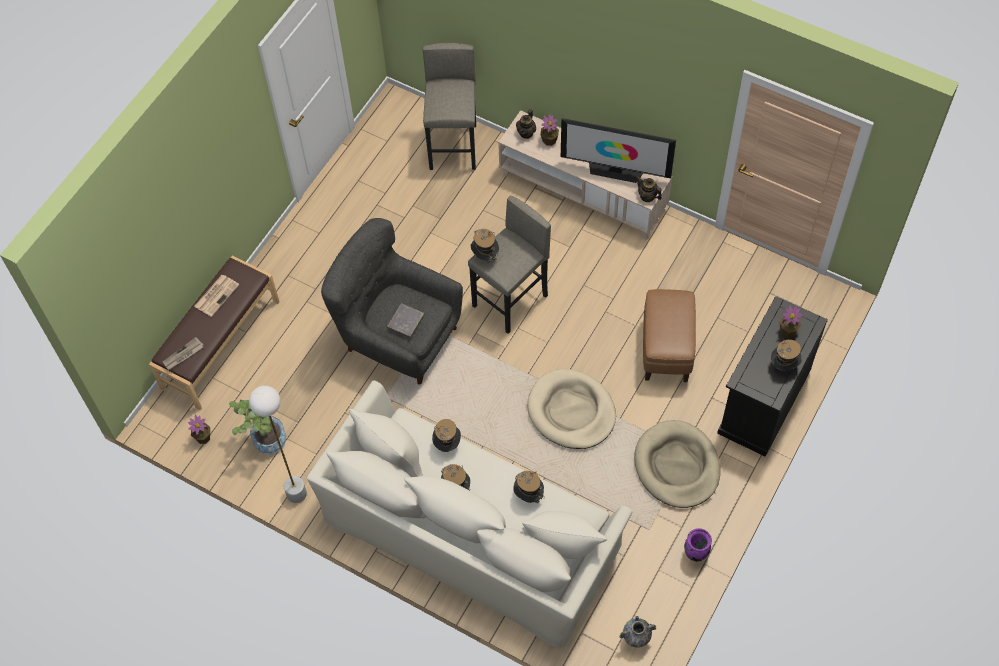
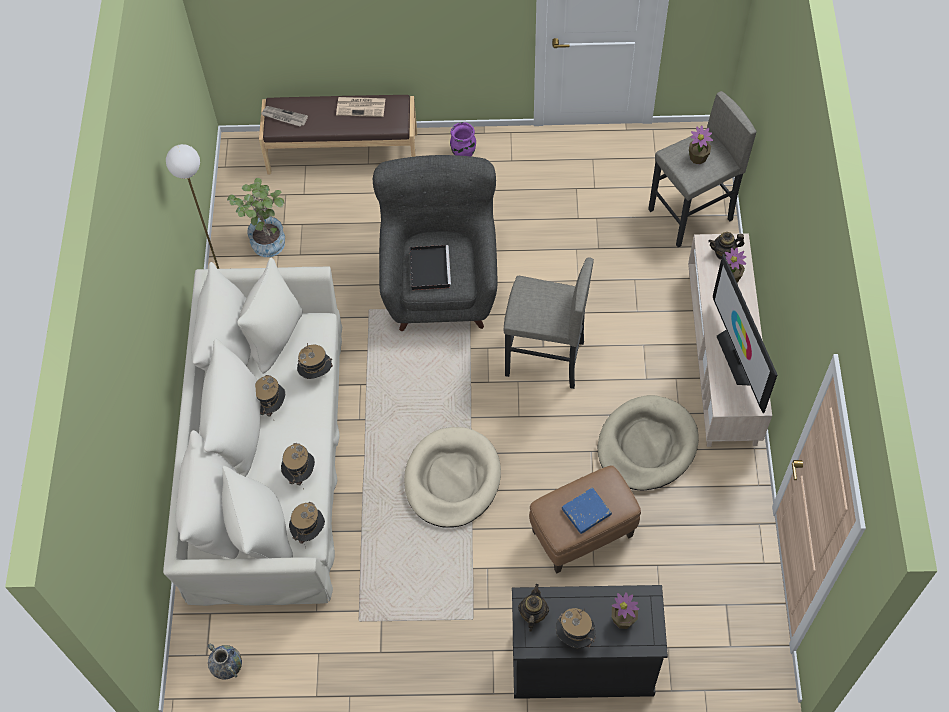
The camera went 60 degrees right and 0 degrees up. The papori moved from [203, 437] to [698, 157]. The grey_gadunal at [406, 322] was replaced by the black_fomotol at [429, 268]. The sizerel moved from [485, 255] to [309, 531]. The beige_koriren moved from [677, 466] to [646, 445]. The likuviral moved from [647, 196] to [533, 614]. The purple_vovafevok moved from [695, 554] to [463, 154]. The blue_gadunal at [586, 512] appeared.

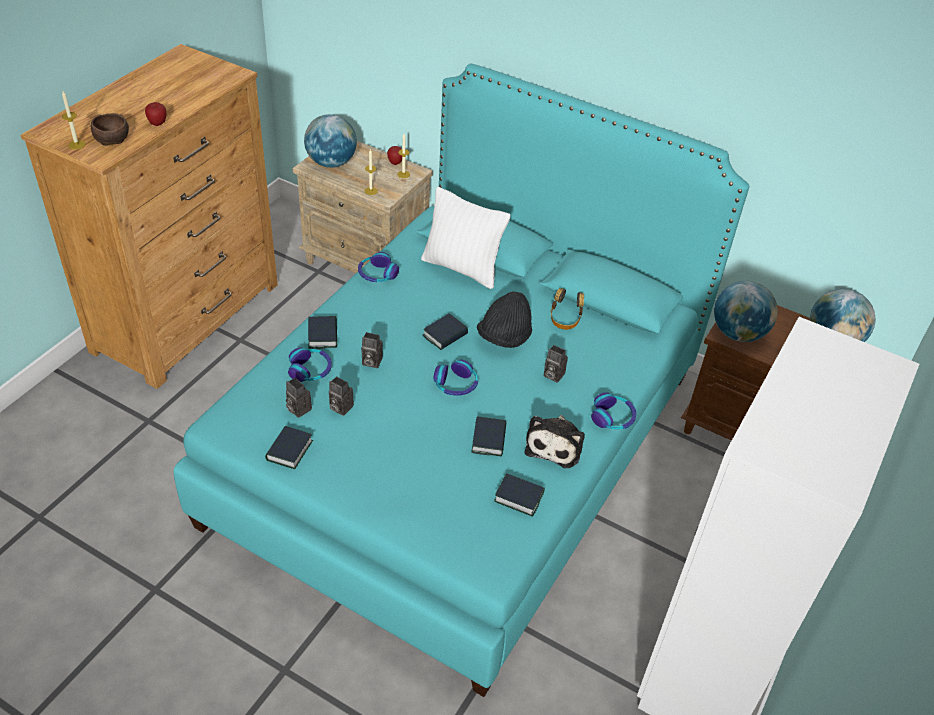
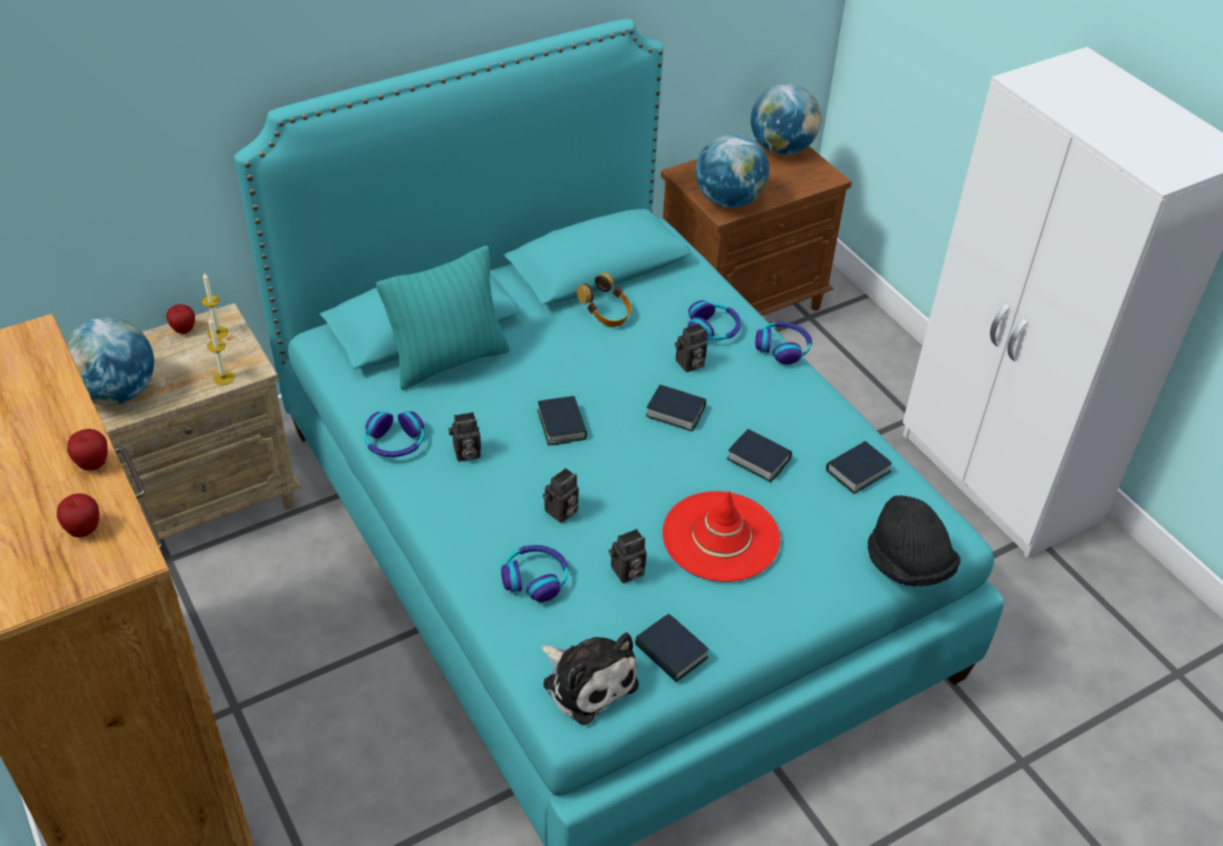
The camera went 60 degrees left and 0 degrees up. The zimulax at [76, 144] disappeared. The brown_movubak at [113, 138] was replaced by the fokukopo at [84, 530]. The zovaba moved from [297, 409] to [465, 453]. The gadunal moved from [323, 335] to [675, 412]. The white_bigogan at [462, 268] became the turquoise_bigogan at [448, 360]. The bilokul moved from [456, 384] to [713, 329]. The black_sizerel moved from [504, 337] to [908, 565]. The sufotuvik moved from [555, 445] to [587, 681]. The red_sizerel at [721, 537] appeared.

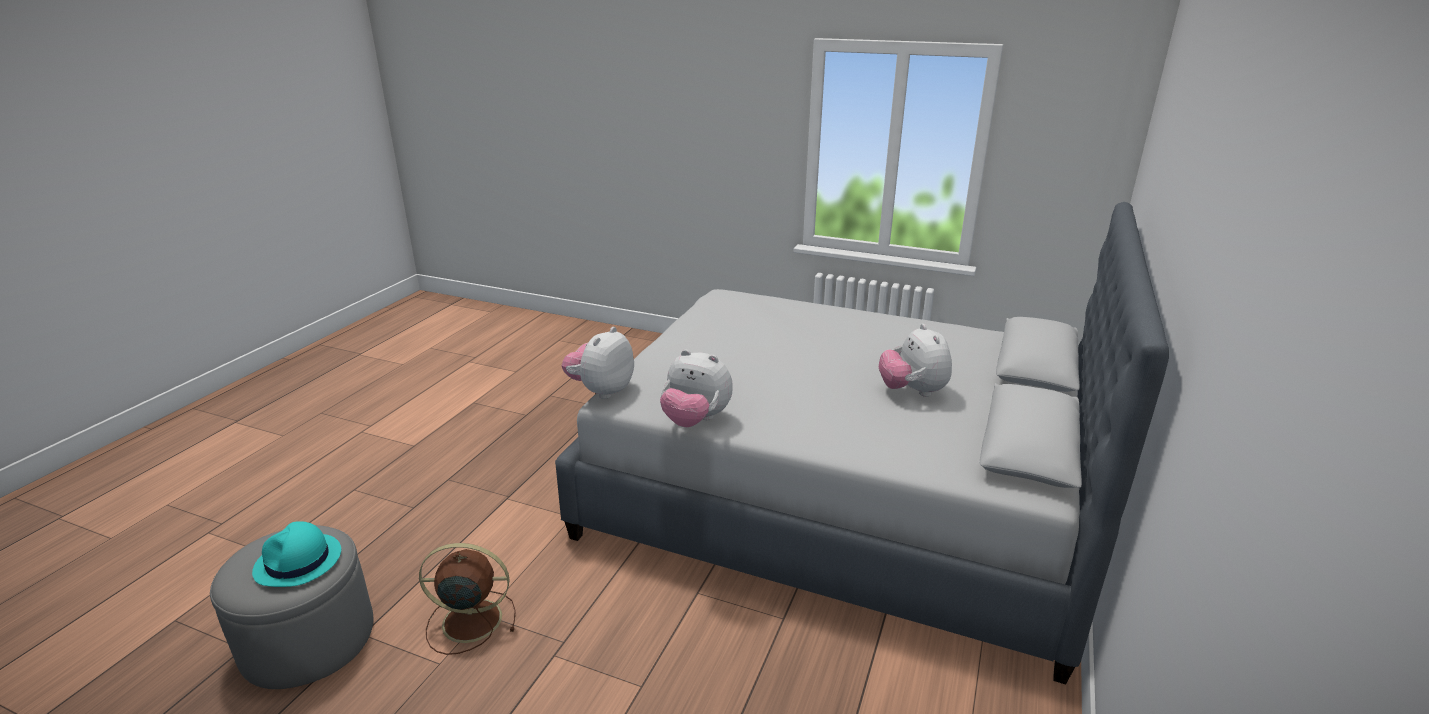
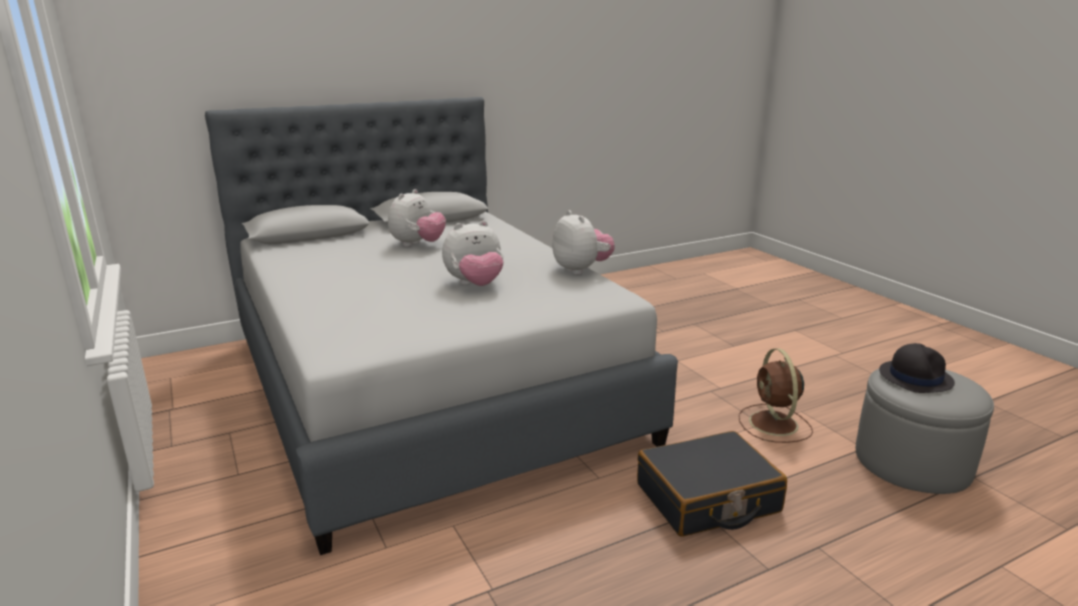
The camera went 140 degrees left and 5 degrees down. The turquoise_sizerel at [298, 562] became the black_sizerel at [915, 377]. The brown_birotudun at [469, 621] turned 45 degrees clockwise. The sufotuvik moved from [601, 391] to [475, 285]. The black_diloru at [707, 499] appeared.

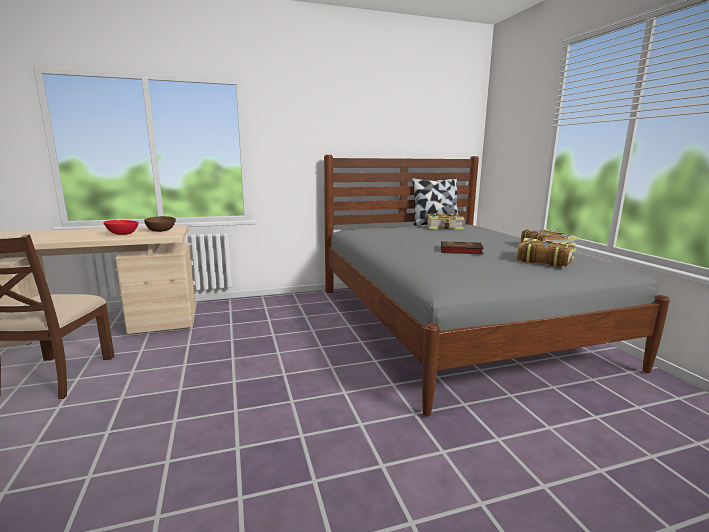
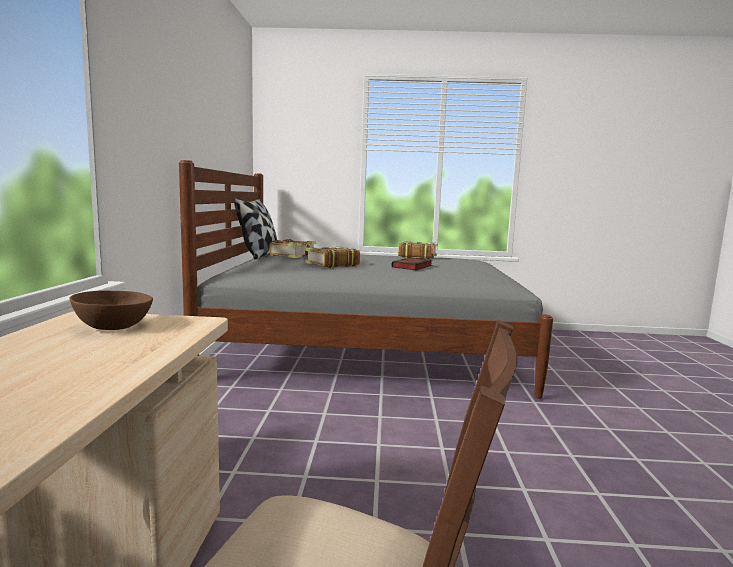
The camera went 70 degrees left and 5 degrees down. The red_movubak at [122, 234] disappeared. The gadunal moved from [543, 260] to [331, 264].

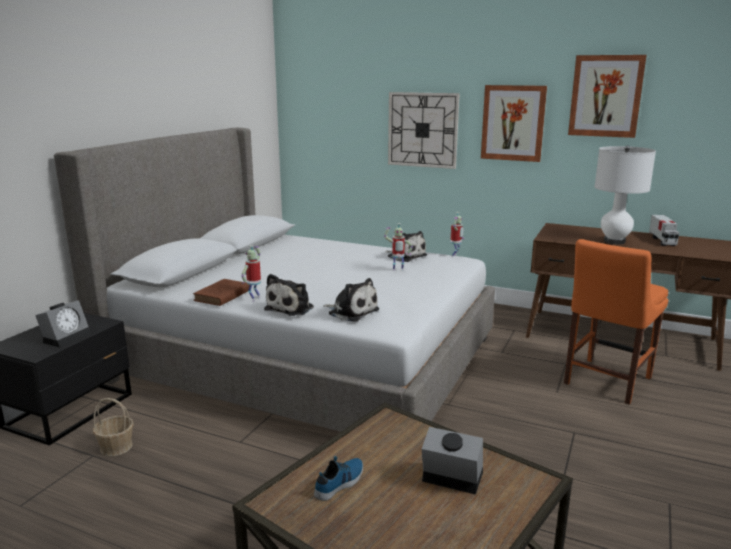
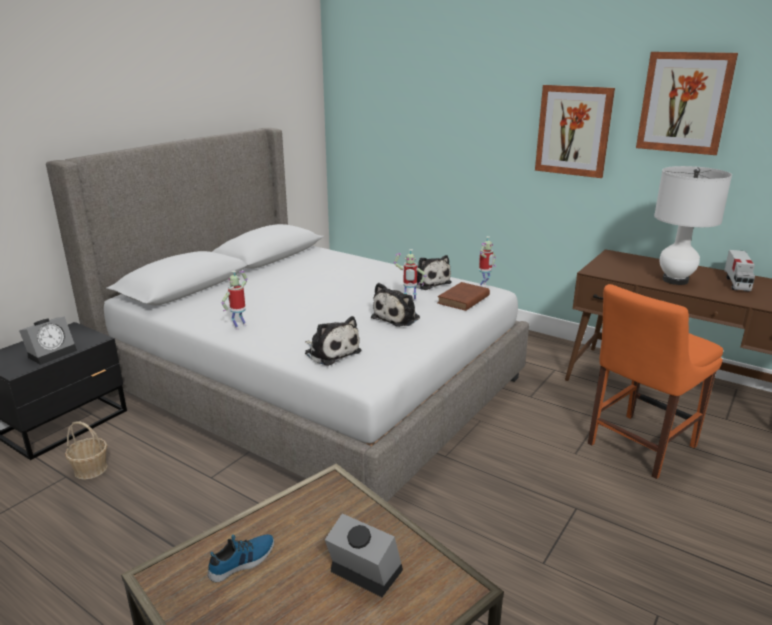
The camera went 10 degrees right and 5 degrees up. The brown_gadunal moved from [221, 296] to [462, 300]. The sufotuvik moved from [291, 308] to [398, 317]. The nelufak at [422, 130] disappeared.

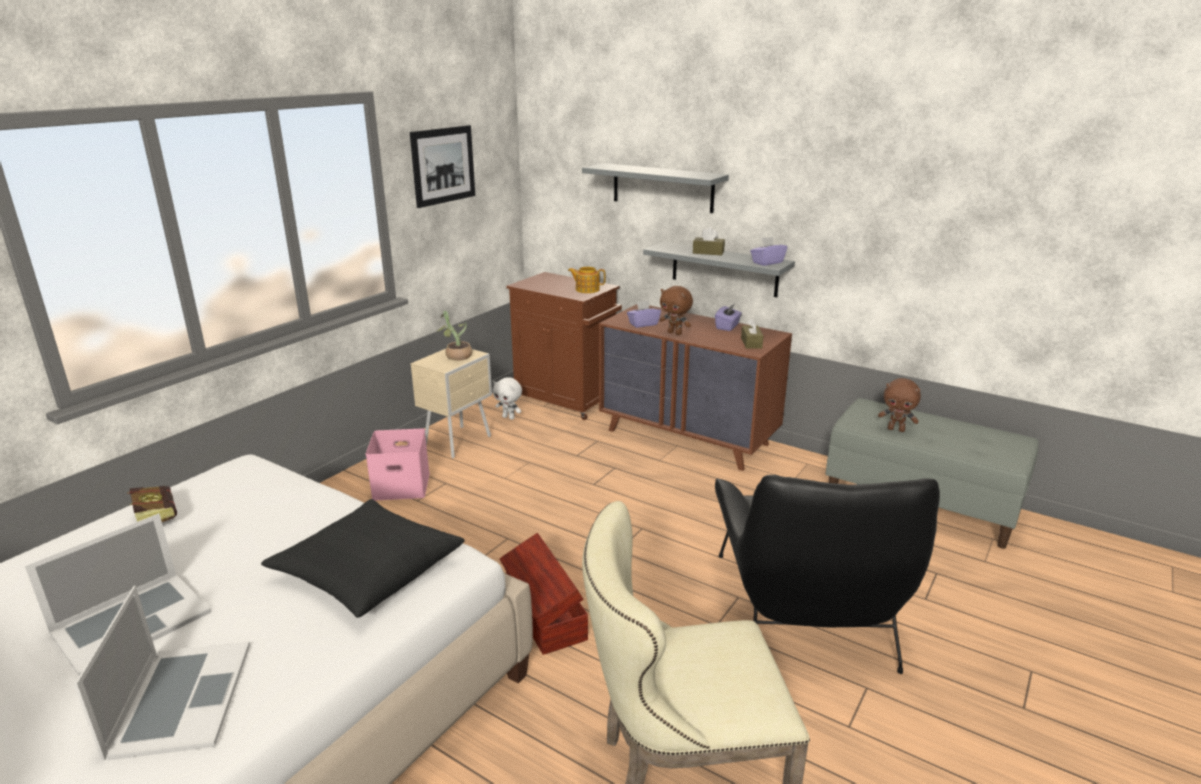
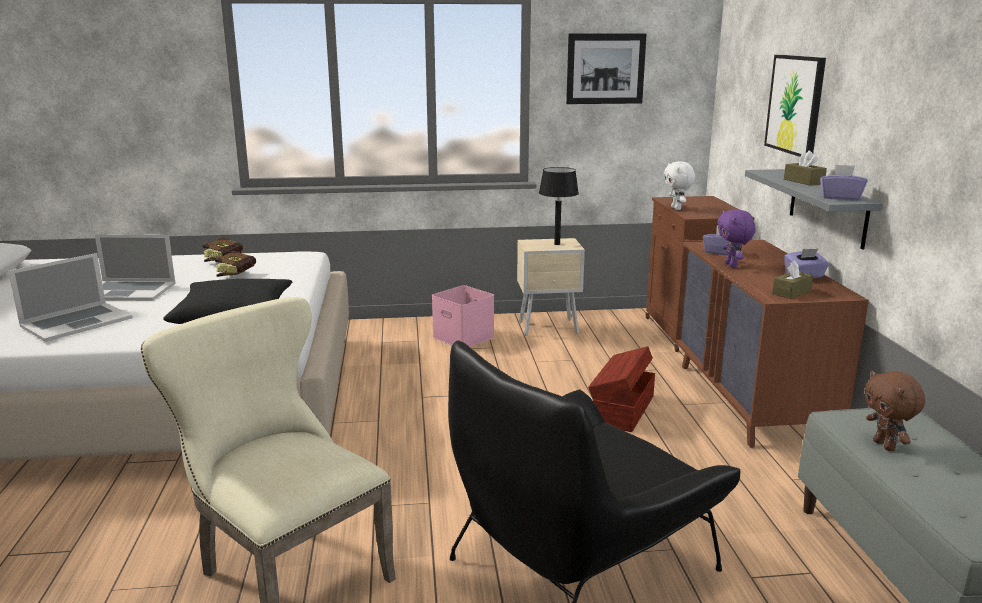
The camera went 50 degrees right and 5 degrees down. The papori at [455, 356] was replaced by the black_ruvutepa at [556, 244]. The white_sufotuvik moved from [509, 417] to [677, 208]. The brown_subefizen moved from [544, 616] to [622, 410]. The likuviral at [587, 289] disappeared. The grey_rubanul at [662, 187] was replaced by the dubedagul at [795, 104]. The brown_sufotuvik at [675, 333] became the purple_sufotuvik at [732, 265]. The gadunal at [239, 274] appeared.

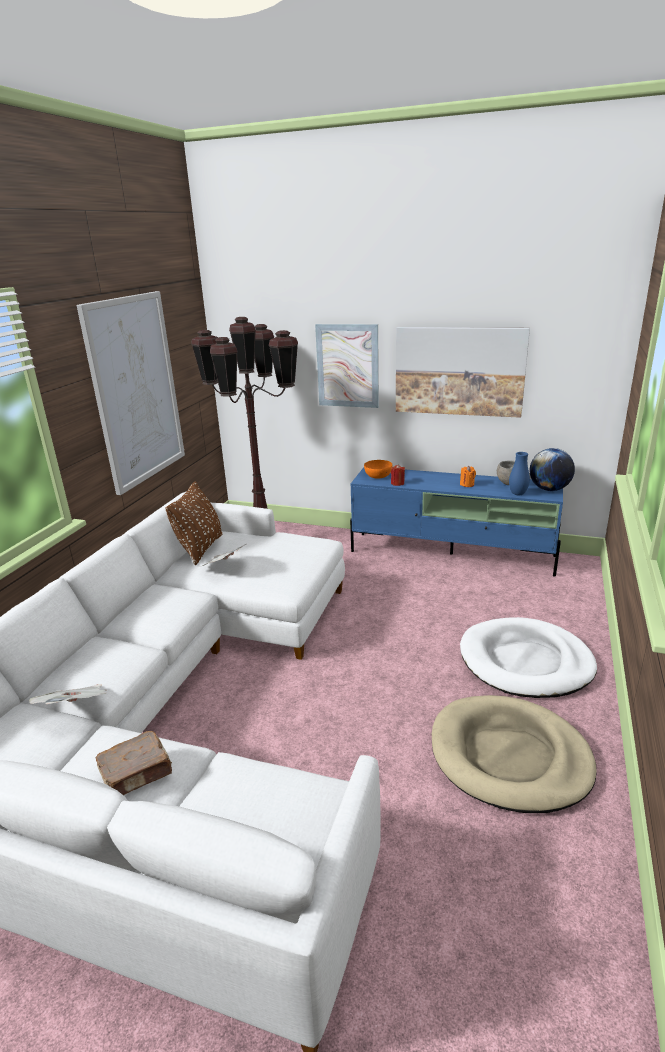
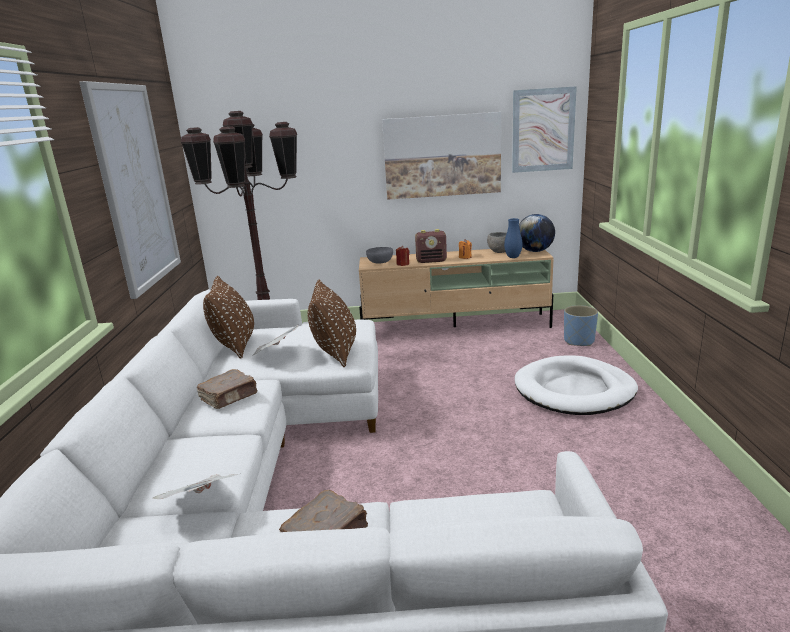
The camera went 20 degrees left and 5 degrees down. The dubedagul moved from [347, 366] to [543, 130]. The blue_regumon at [452, 554] became the beige_regumon at [456, 326]. The orange_movubak at [378, 476] became the grey_movubak at [380, 262]. The beige_koriren at [509, 757] disappeared. The brown_gadunal at [229, 397] appeared. The brown_bigogan at [335, 352] appeared. The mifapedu at [431, 261] appeared. The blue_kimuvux at [579, 341] appeared.

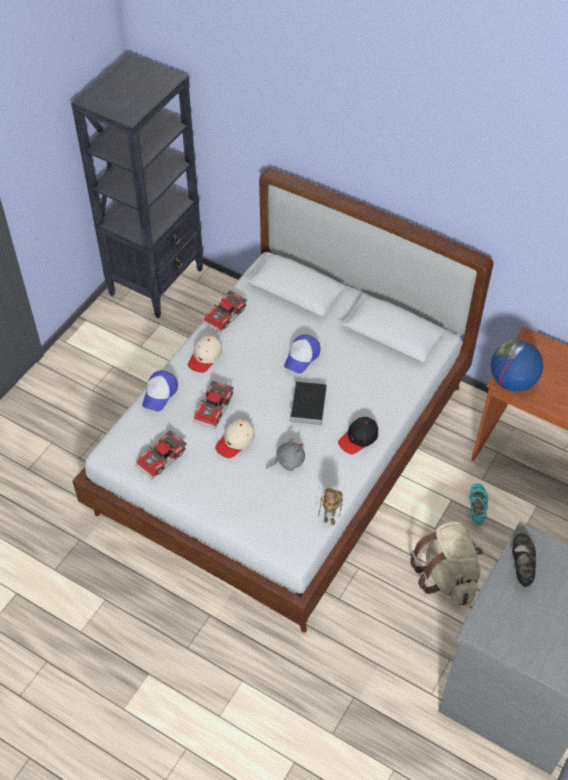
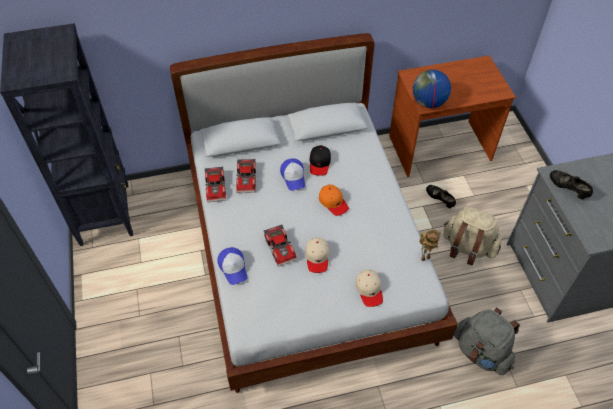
The camera went 45 degrees left and 0 degrees up. The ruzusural moved from [162, 459] to [247, 179]. The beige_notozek moved from [205, 357] to [369, 290]. The grey_sufotuvik at [288, 461] disappeared. The gadunal at [308, 406] was replaced by the orange_notozek at [333, 202]. The black_notozek moved from [358, 438] to [319, 163]. The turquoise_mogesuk at [476, 509] became the black_mogesuk at [439, 200]. The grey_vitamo at [481, 352] appeared.

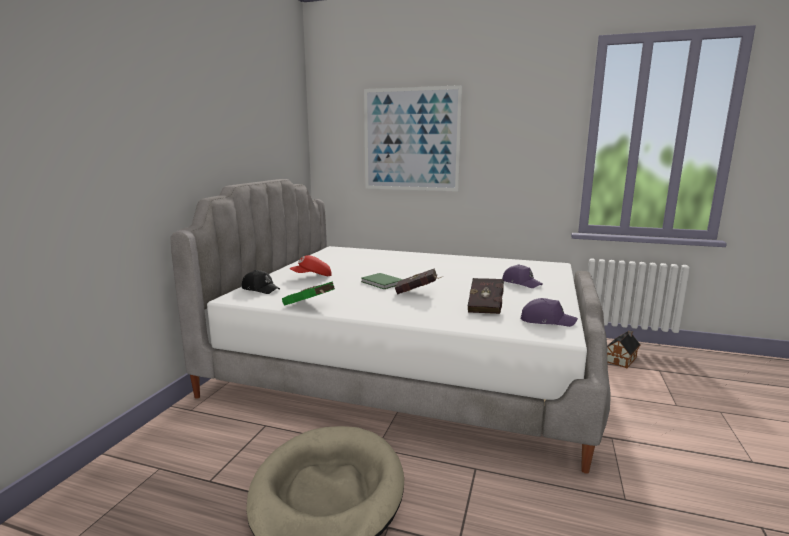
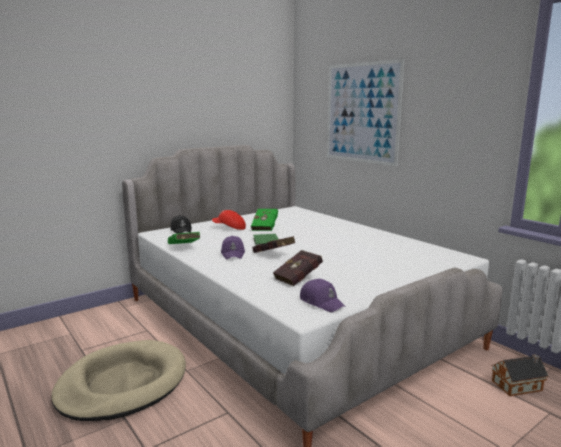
The camera went 35 degrees right and 0 degrees up. The purple_notozek moved from [521, 283] to [233, 253]. The green_gadunal at [265, 227] appeared.

